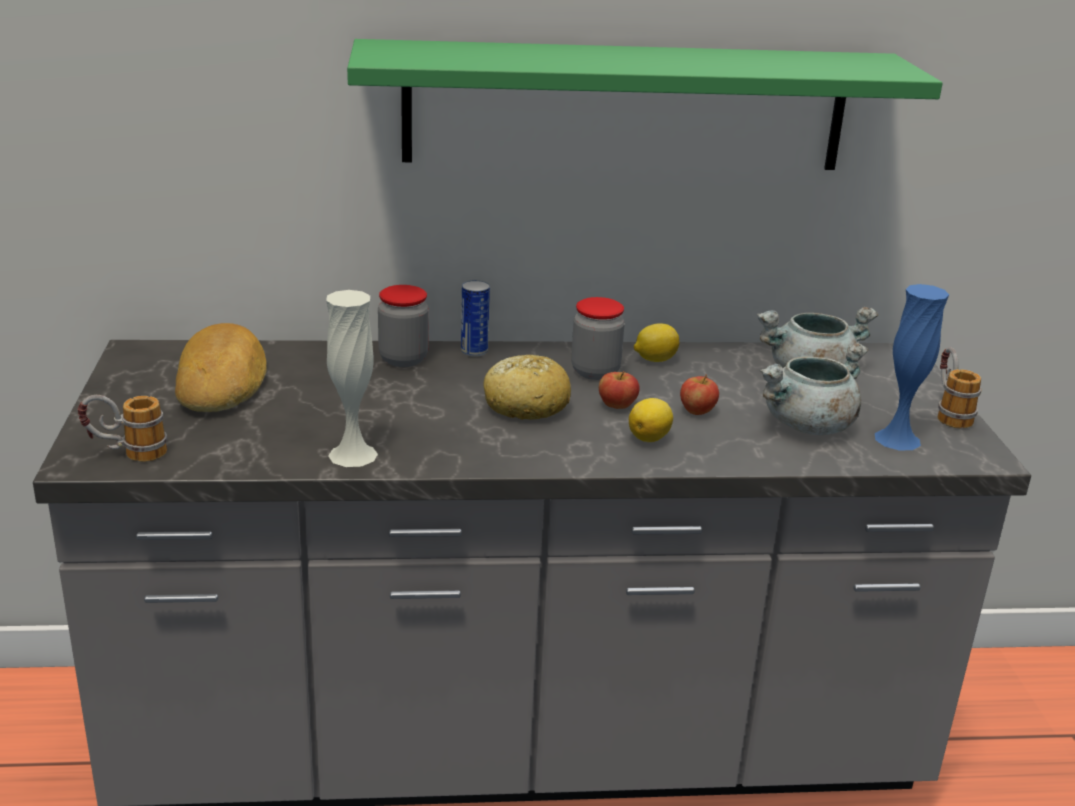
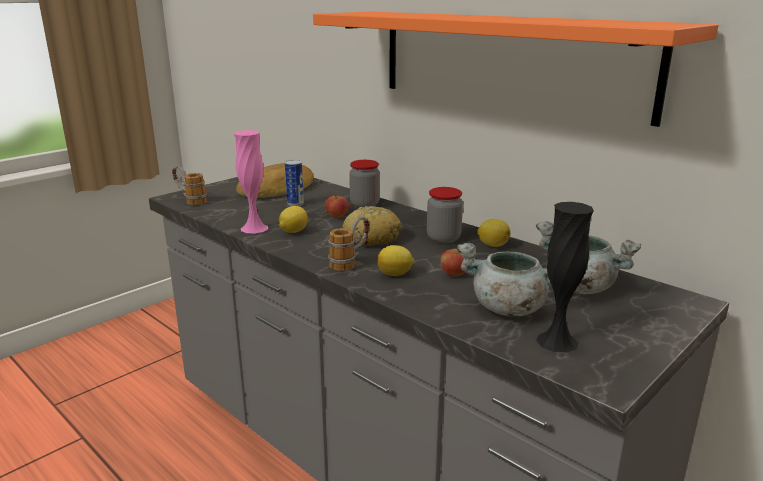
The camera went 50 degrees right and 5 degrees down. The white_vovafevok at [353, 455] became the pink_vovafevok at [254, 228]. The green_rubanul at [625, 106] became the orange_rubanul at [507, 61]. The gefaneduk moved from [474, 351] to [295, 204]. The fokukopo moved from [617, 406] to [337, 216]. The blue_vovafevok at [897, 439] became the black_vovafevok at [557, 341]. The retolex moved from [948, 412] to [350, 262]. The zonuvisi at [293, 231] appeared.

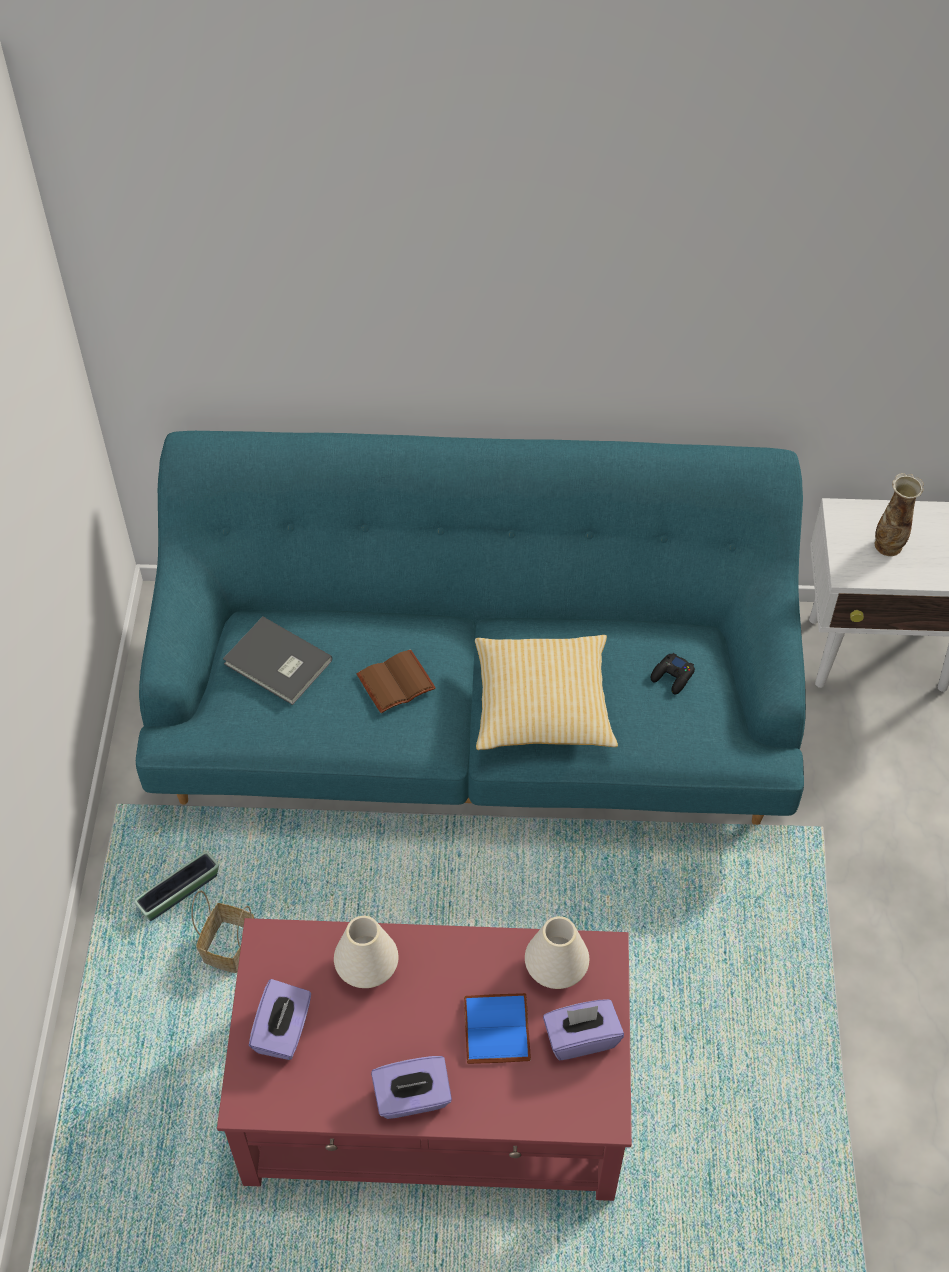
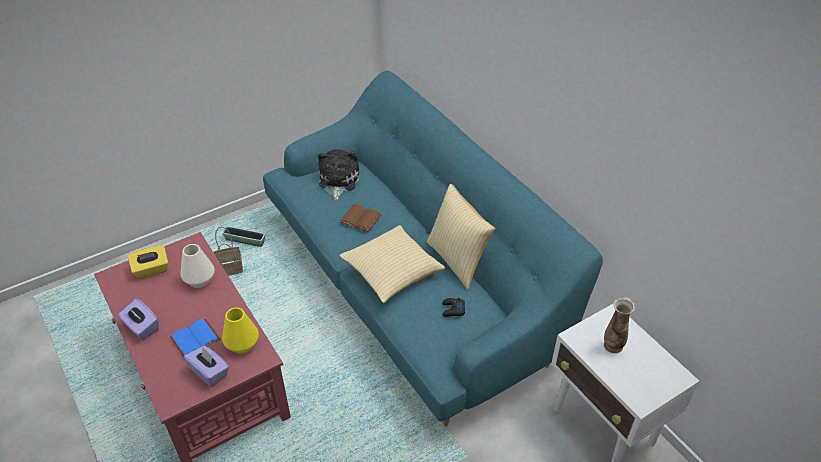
The camera went 55 degrees right and 10 degrees down. The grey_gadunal at [277, 664] was replaced by the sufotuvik at [338, 181]. The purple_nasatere at [283, 1031] became the yellow_nasatere at [152, 270]. The white_vovafevok at [556, 968] became the yellow_vovafevok at [242, 344]. The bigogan at [458, 260] appeared.

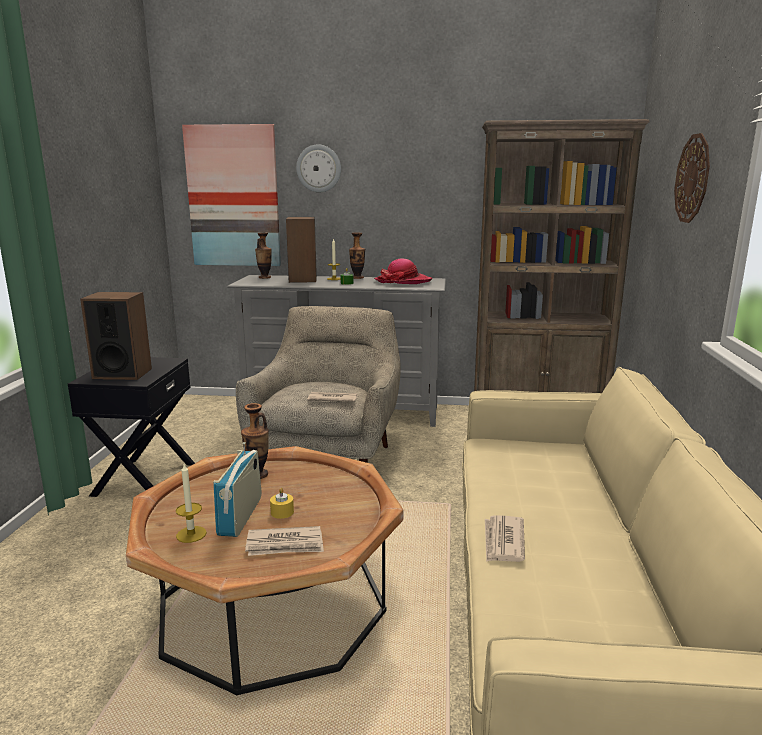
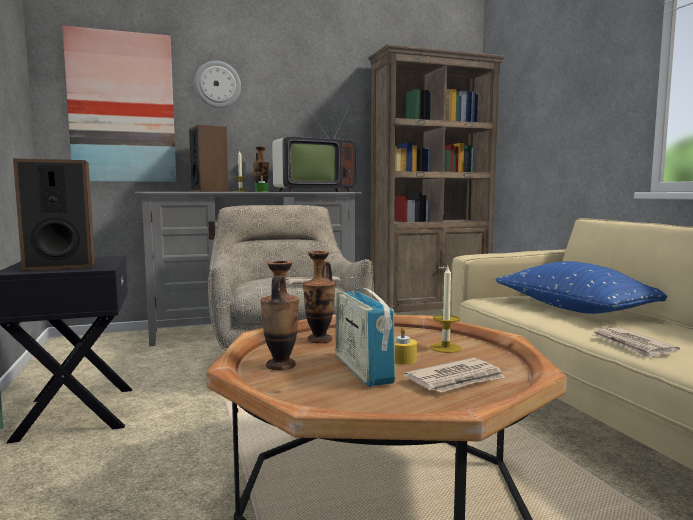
The camera went 25 degrees left and 10 degrees down. The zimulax moved from [191, 534] to [445, 348]. The vovafevok moved from [264, 277] to [280, 365]. The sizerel at [403, 281] was replaced by the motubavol at [311, 191]. The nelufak at [692, 178] disappeared. The blue_bigogan at [574, 309] appeared.

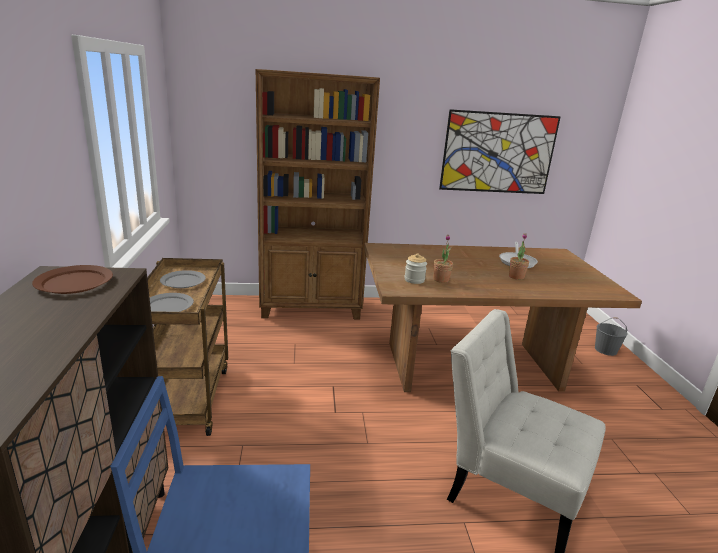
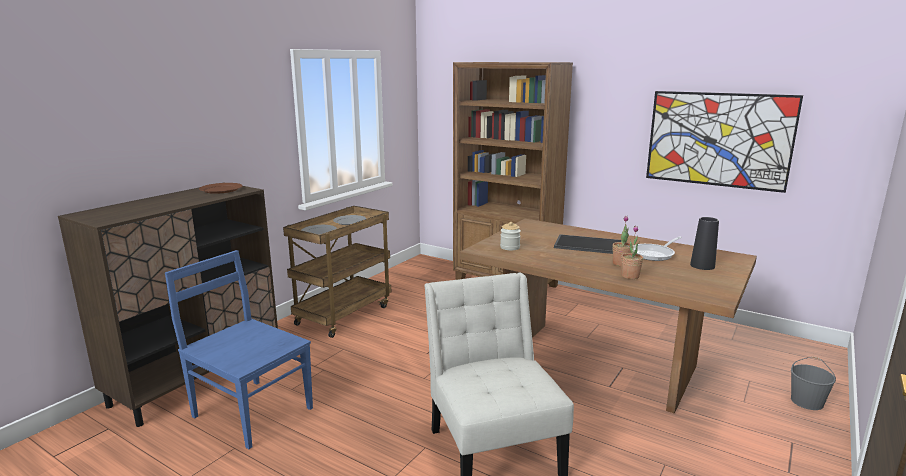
The camera went 40 degrees right and 5 degrees down. The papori moved from [441, 280] to [630, 276]. The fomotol at [589, 245] appeared. The black_vovafevok at [702, 266] appeared.

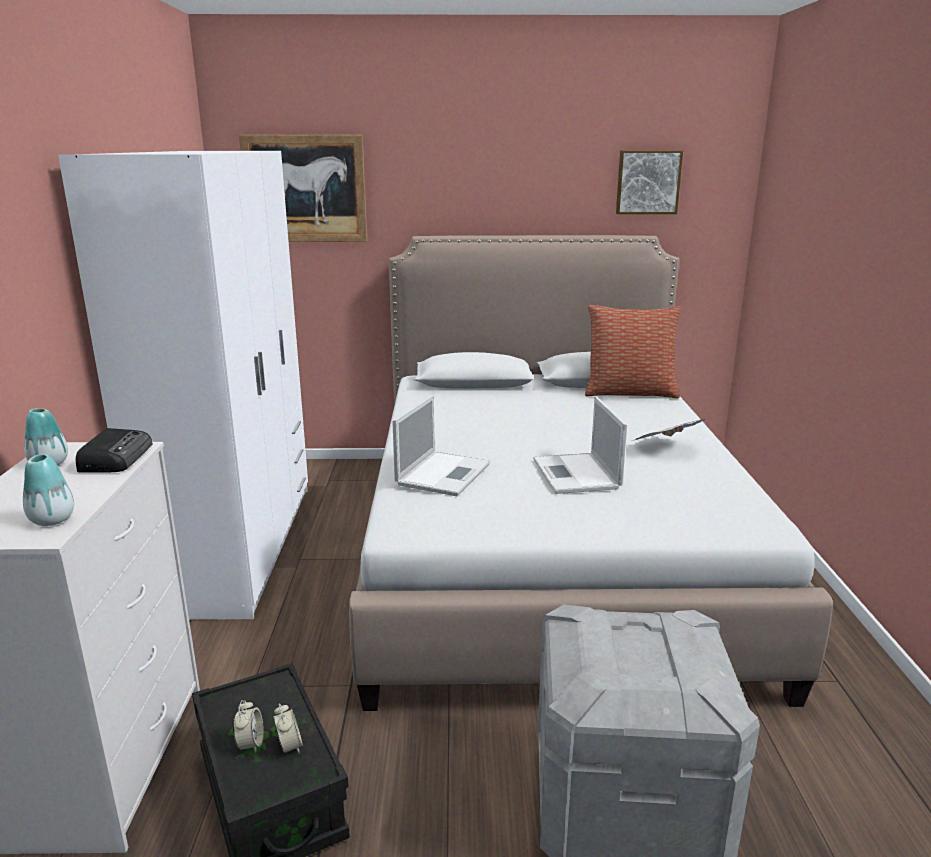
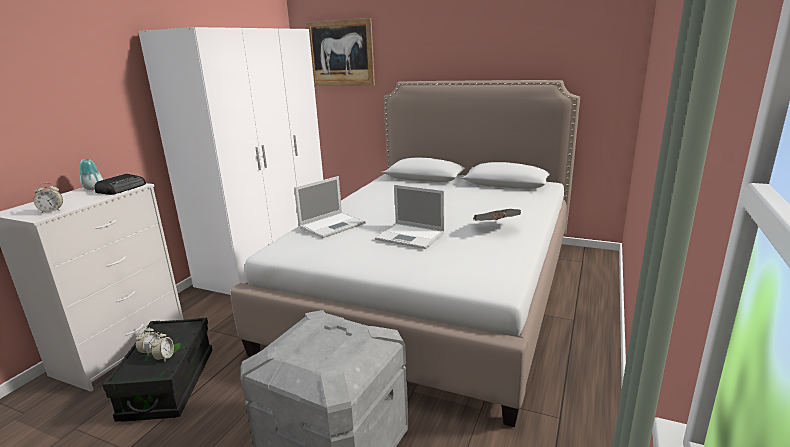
The camera went 25 degrees right and 0 degrees up. The vovafevok at [52, 520] was replaced by the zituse at [52, 211]. The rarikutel at [577, 474] turned 75 degrees counterclockwise. The bigogan at [629, 392] disappeared. The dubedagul at [648, 182] disappeared.

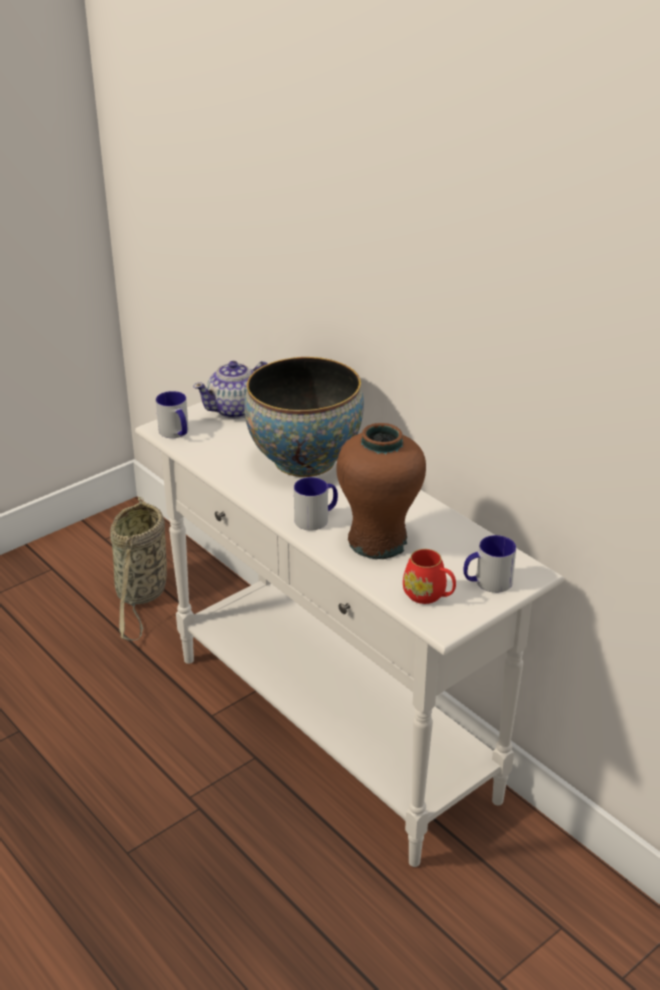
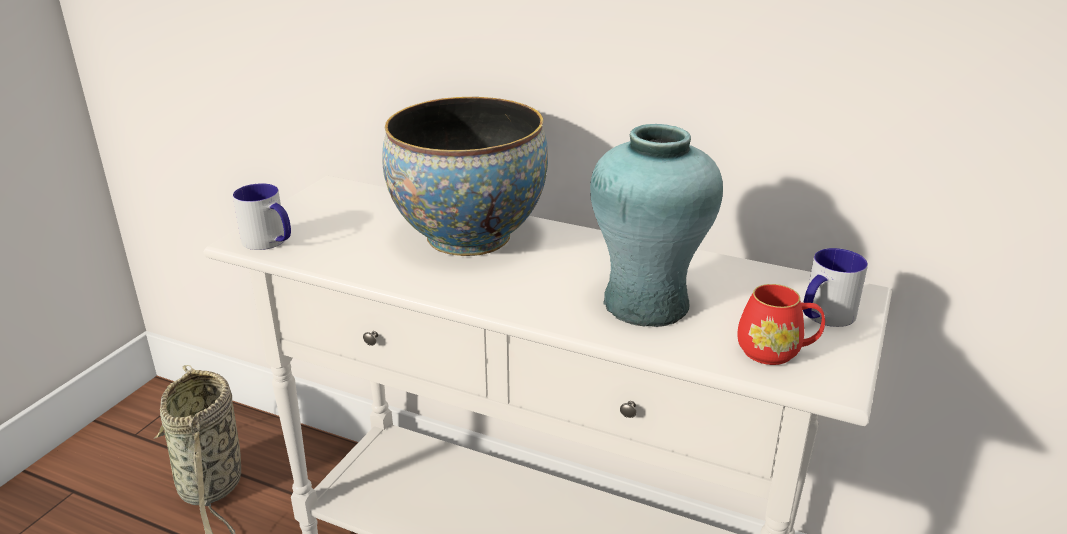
The camera went 25 degrees left and 5 degrees down. The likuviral at [236, 409] disappeared. The retolex at [317, 518] disappeared. The brown_vovafevok at [378, 541] became the turquoise_vovafevok at [645, 303].

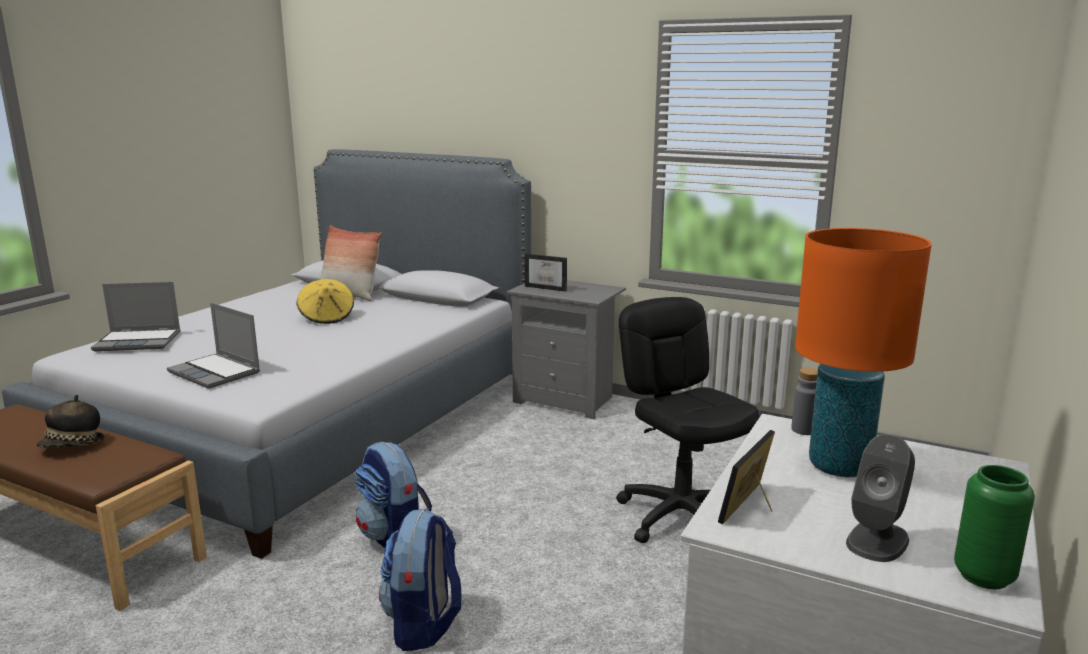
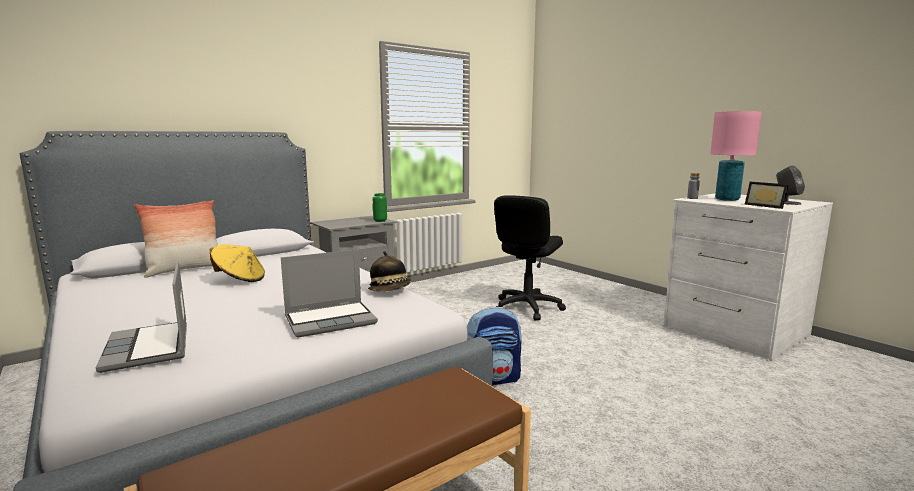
The camera went 65 degrees left and 5 degrees down. The sizerel moved from [73, 446] to [390, 291]. The rarikutel at [139, 341] turned 135 degrees clockwise. The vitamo at [423, 624] disappeared. The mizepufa at [548, 287] disappeared. The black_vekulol at [681, 516] turned 60 degrees counterclockwise. The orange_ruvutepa at [838, 466] became the pink_ruvutepa at [727, 199]. The green_vovafevok moved from [983, 576] to [380, 221].

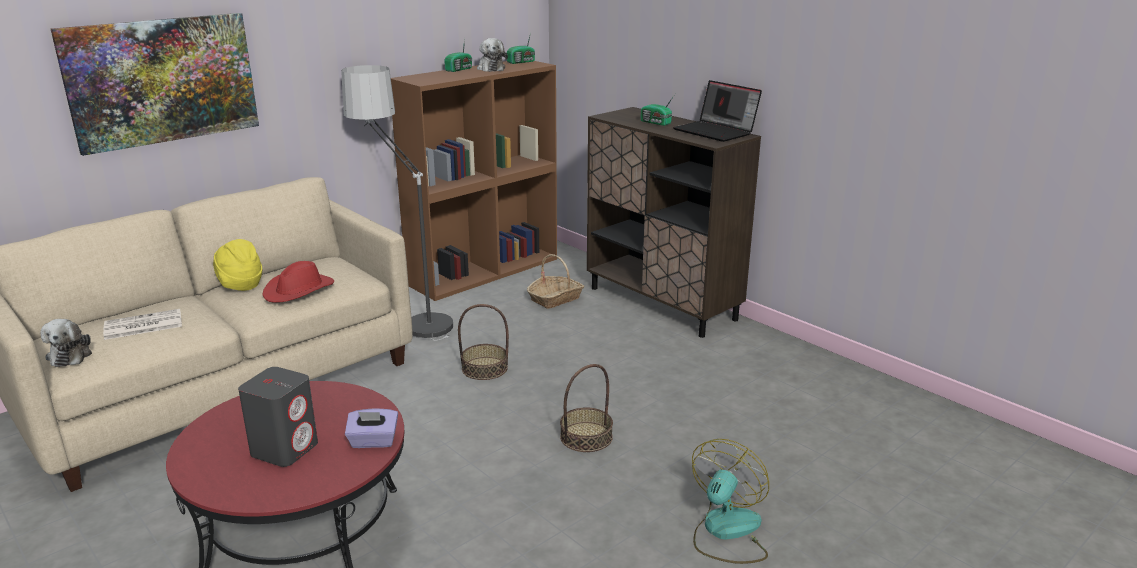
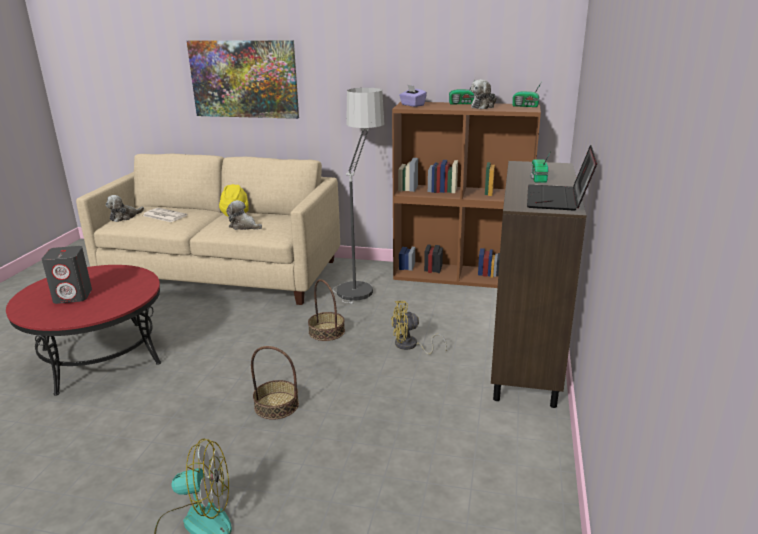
The camera went 55 degrees right and 0 degrees up. The red_sizerel at [299, 290] was replaced by the sufotuvik at [244, 226]. The purple_nasatere moved from [373, 441] to [412, 105]. The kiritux at [555, 299] disappeared. The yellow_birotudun at [410, 346] appeared.

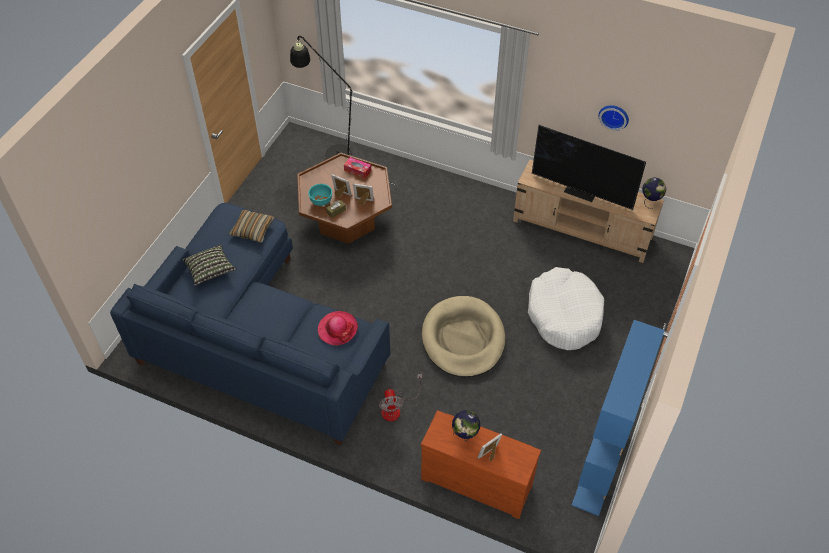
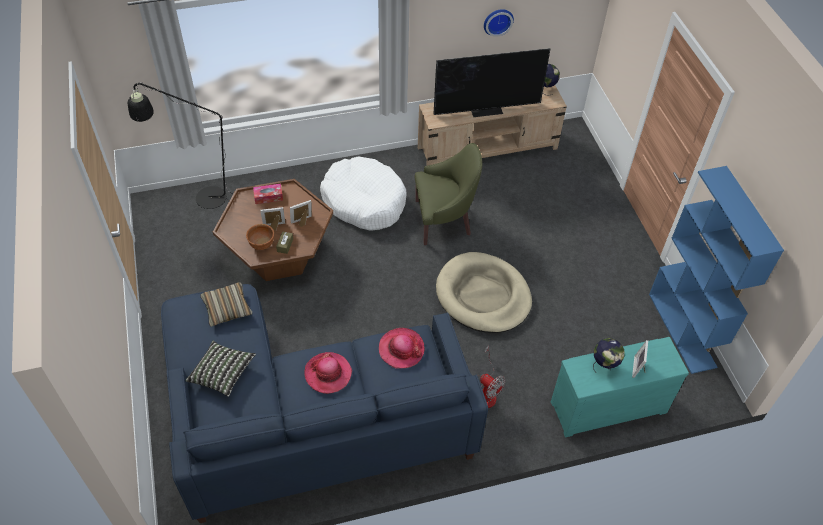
The camera went 40 degrees left and 0 degrees up. The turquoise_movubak at [321, 201] became the brown_movubak at [261, 245]. The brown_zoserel at [477, 479] became the turquoise_zoserel at [607, 404]. The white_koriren moved from [564, 315] to [364, 201]. The sizerel at [328, 374] appeared. The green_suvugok at [444, 220] appeared.

